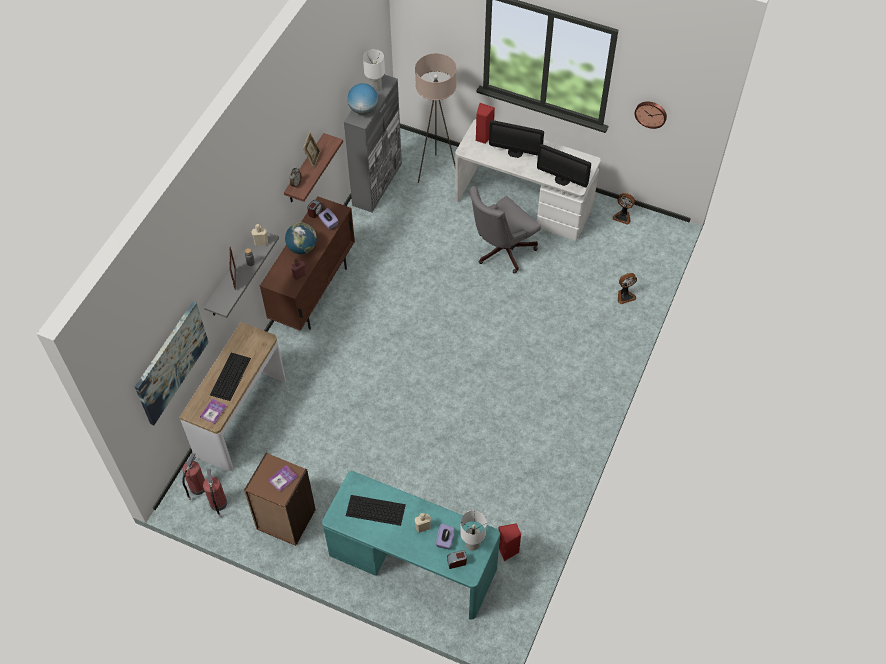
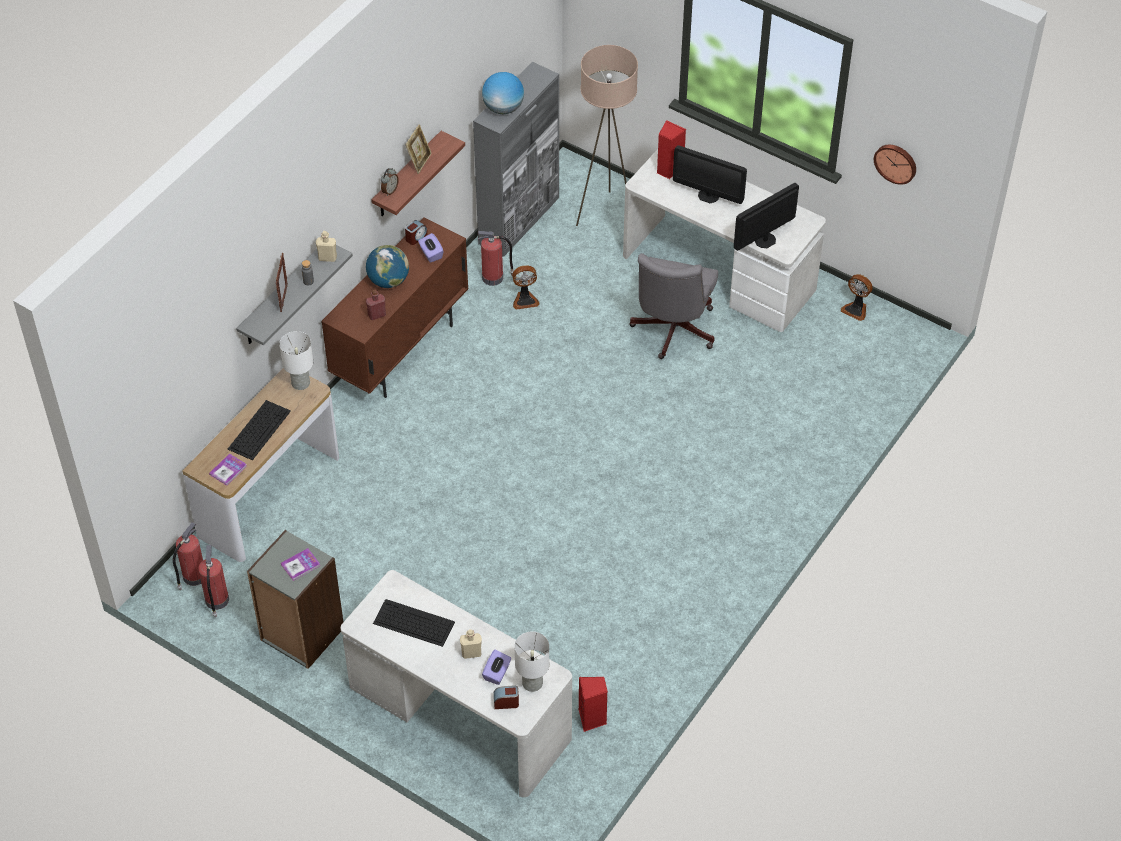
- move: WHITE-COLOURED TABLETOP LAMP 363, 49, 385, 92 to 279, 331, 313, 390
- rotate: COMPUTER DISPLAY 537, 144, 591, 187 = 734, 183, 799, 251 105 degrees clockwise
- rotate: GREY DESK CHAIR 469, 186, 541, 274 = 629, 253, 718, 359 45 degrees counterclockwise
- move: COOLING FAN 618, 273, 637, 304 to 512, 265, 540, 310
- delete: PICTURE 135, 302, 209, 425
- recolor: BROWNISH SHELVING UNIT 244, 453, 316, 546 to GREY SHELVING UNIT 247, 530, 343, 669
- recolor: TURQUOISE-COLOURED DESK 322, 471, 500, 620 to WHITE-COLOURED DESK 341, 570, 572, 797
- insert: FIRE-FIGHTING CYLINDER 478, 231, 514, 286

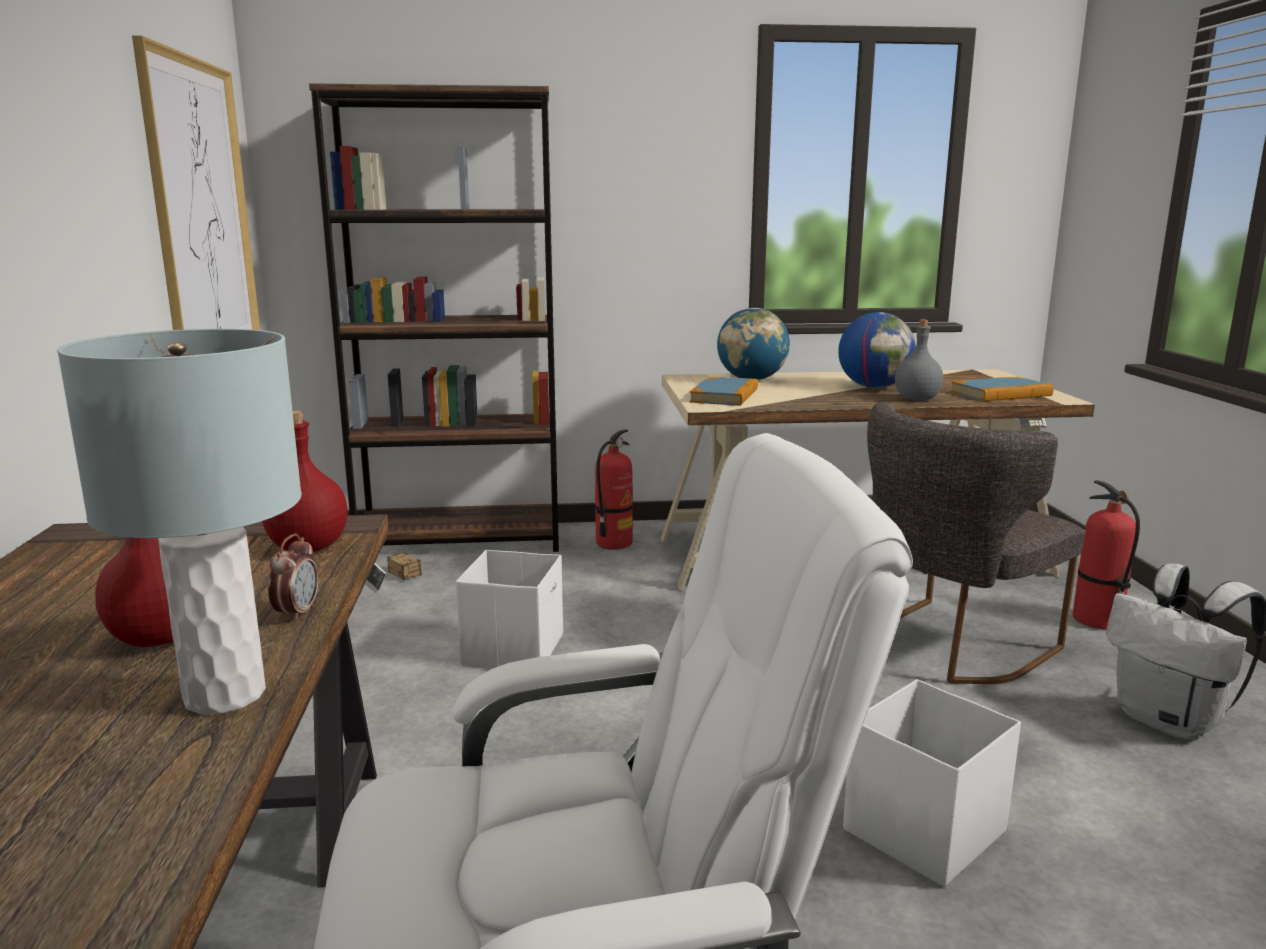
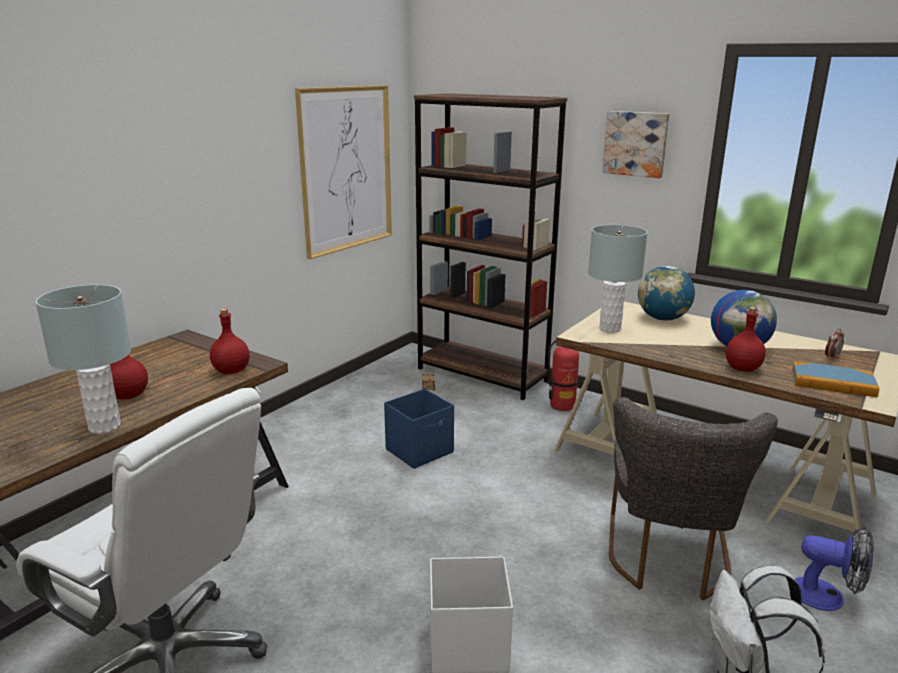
- recolor: GREY DRINK BOTTLE 895, 320, 943, 401 to REDDISH DRINK BOTTLE 726, 307, 766, 372
- replace: BOOK 689, 377, 758, 406 to GREY TABLETOP LAMP 588, 225, 648, 333
- rotate: GREY PLAIN CHAIR 867, 402, 1085, 684 = 609, 397, 778, 600 75 degrees counterclockwise
- replace: FIRE-FIGHTING CYLINDER 1073, 480, 1140, 629 to COOLING FAN 795, 526, 874, 611
- move: TABLE CLOCK 268, 534, 318, 622 to 825, 329, 844, 360
- recolor: WHITE-COLOURED STORAGE BOX 456, 550, 563, 669 to BLUE-COLOURED STORAGE BOX 384, 389, 454, 469
- insert: PICTURE 603, 111, 669, 178

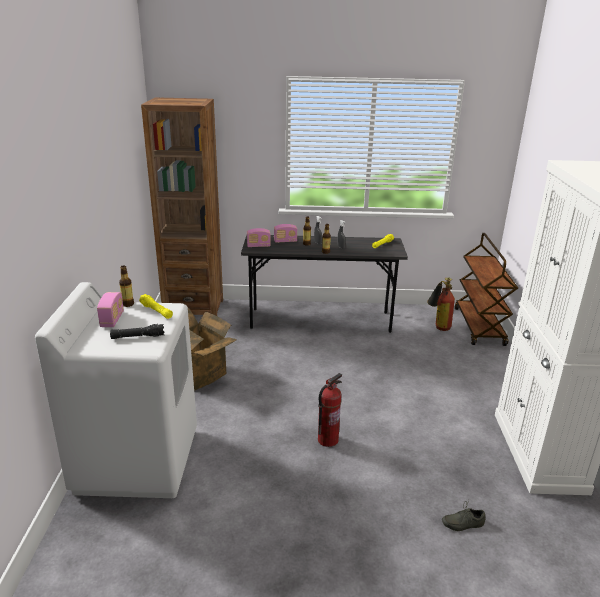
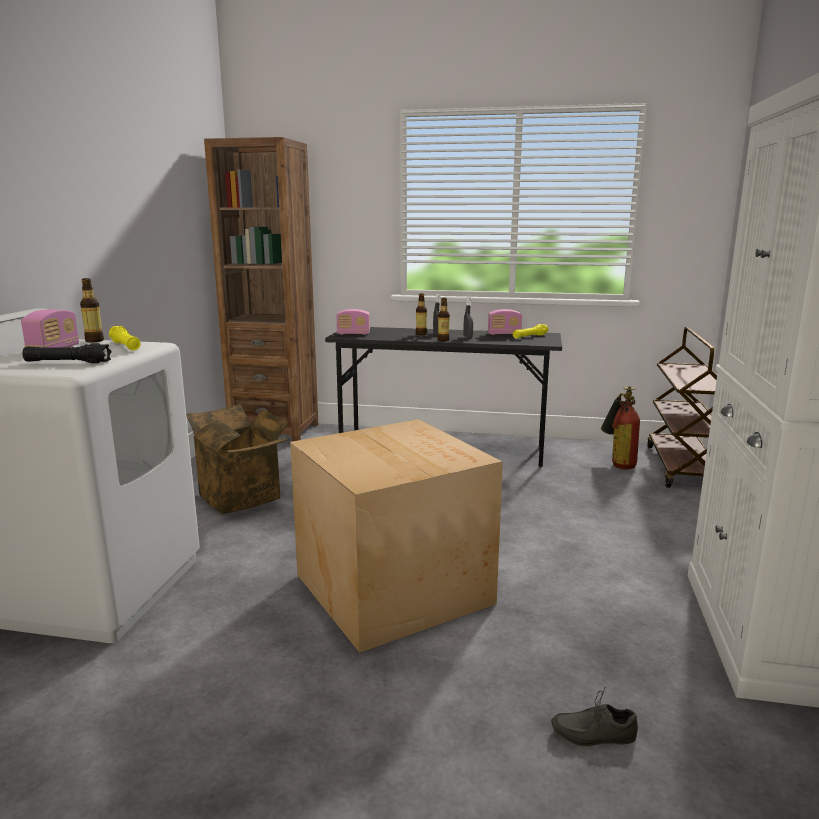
- move: RADIO SET 274, 224, 297, 243 to 488, 309, 522, 335
- replace: FIRE-FIGHTING CYLINDER 318, 373, 342, 447 to CARTON 290, 419, 503, 653

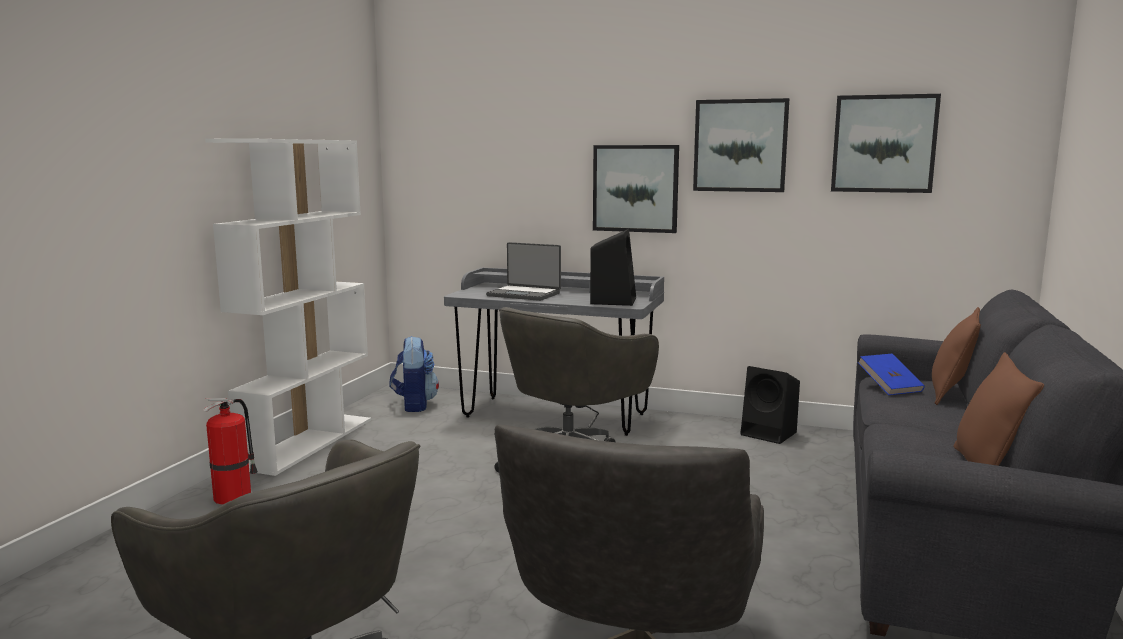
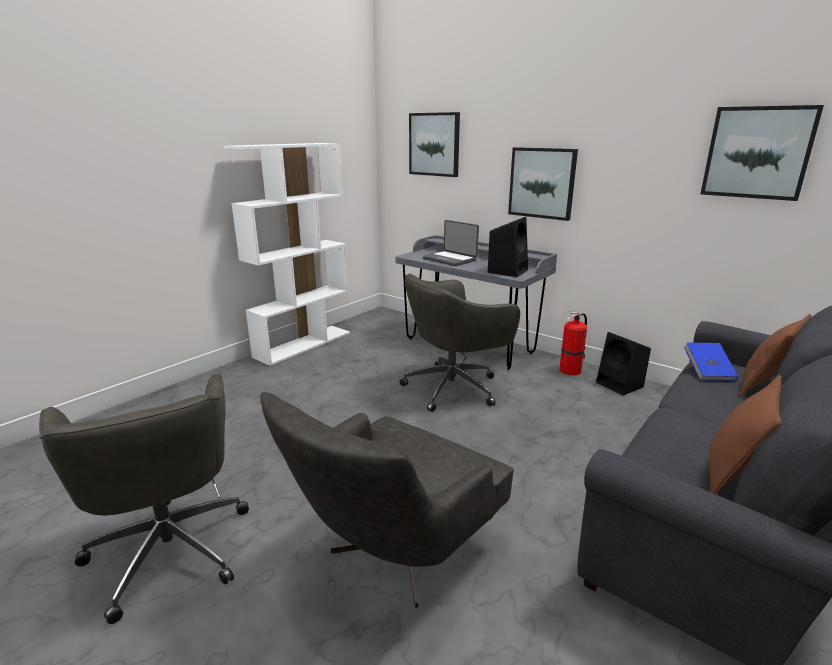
- move: PICTURE 693, 98, 789, 192 to 409, 112, 460, 177
- delete: BACKPACK 390, 336, 439, 412
- move: FIRE-FIGHTING CYLINDER 203, 398, 258, 505 to 559, 312, 587, 375

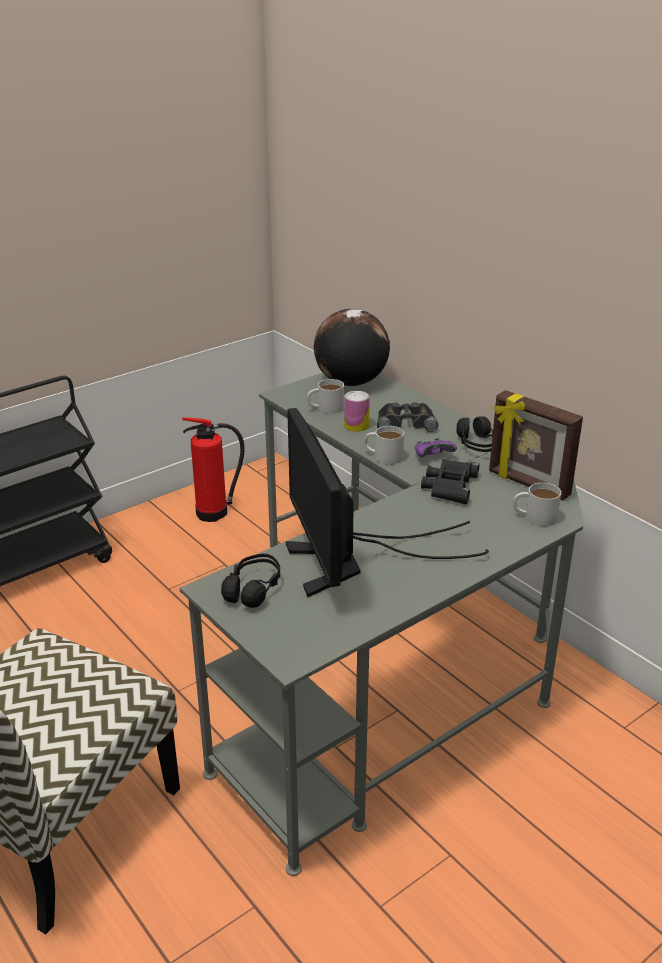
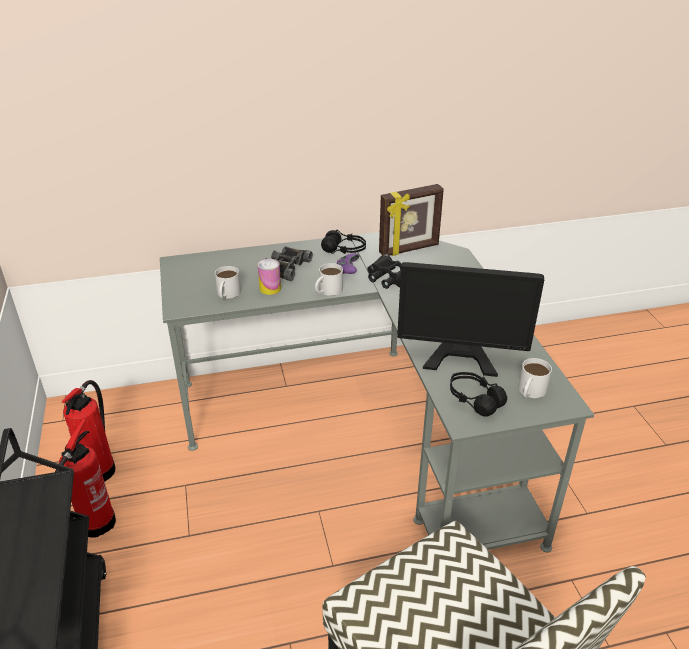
- delete: WORLD GLOBE 314, 309, 390, 386
- move: WHITE-COLOURED MUG 513, 483, 561, 526 to 518, 358, 552, 398
- insert: FIRE-FIGHTING CYLINDER 55, 419, 116, 538

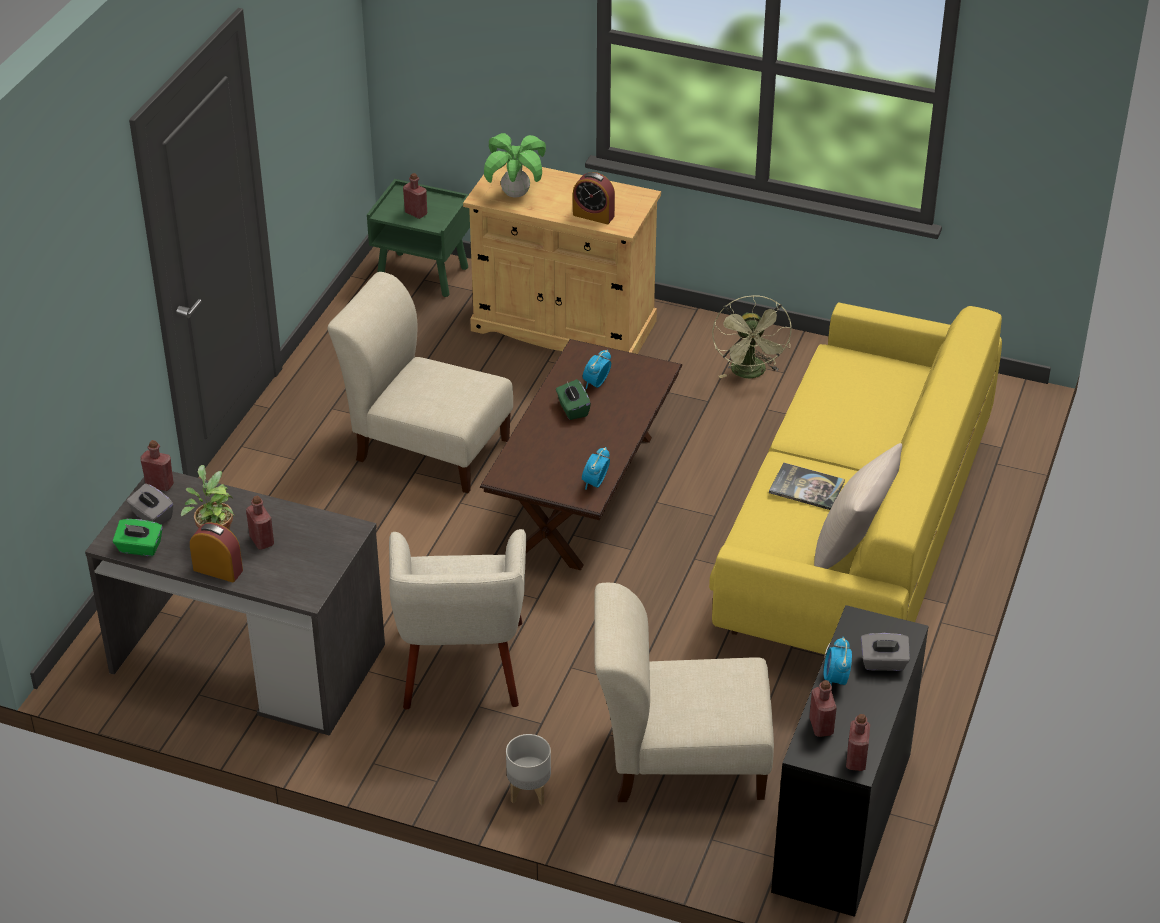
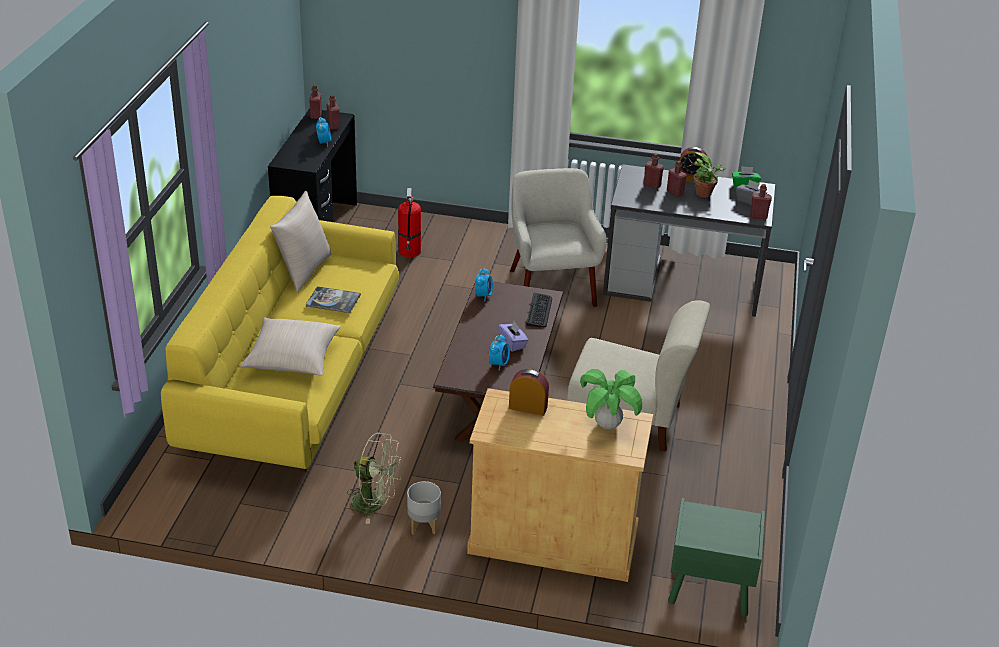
- move: REDDISH DRINK BOTTLE 403, 173, 427, 219 to 644, 153, 664, 189
- rotate: GREEN COOLING FAN 712, 295, 792, 378 = 347, 432, 402, 524 120 degrees clockwise
- recolor: GREEN BOX OF TISSUES 556, 379, 591, 420 to PURPLE-COLOURED BOX OF TISSUES 498, 321, 528, 352
- replace: BEIGE PLAIN CHAIR 595, 583, 774, 802 to FIRE-FIGHTING CYLINDER 398, 188, 421, 257
- delete: GREY BOX OF TISSUES 861, 633, 910, 671
- move: GREY PLANTER 506, 734, 551, 805 to 407, 481, 441, 535
- insert: COMPUTER KEYBOARD 526, 293, 552, 328
- insert: BEIGE PILLOW 240, 317, 341, 376

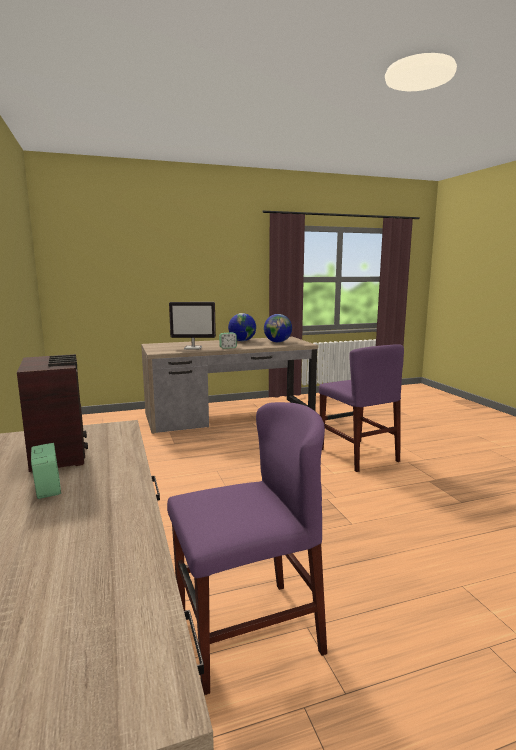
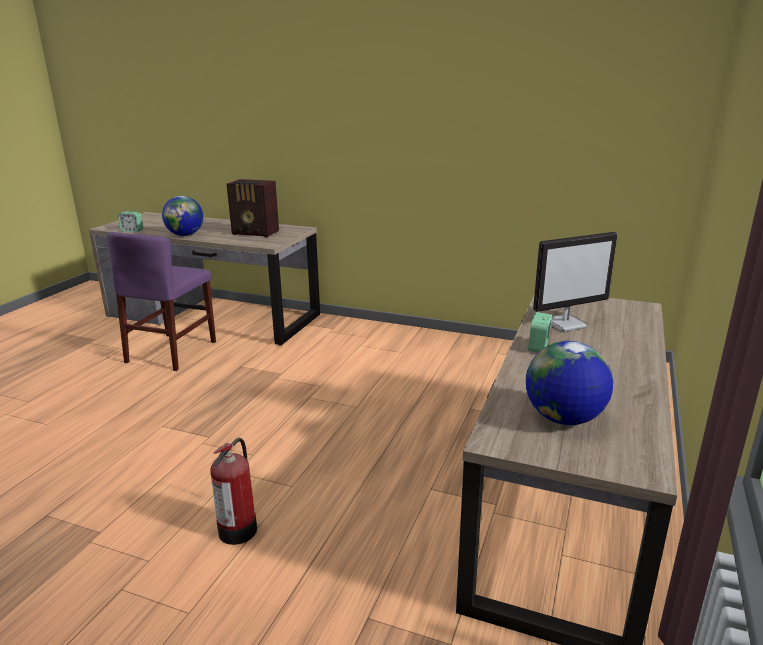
- rotate: COMPUTER DISPLAY 169, 302, 216, 350 = 533, 232, 618, 332 150 degrees counterclockwise
- move: WORLD GLOBE 228, 313, 256, 341 to 162, 196, 203, 236
- replace: PURPLE-COLOURED PLAIN CHAIR 319, 344, 404, 472 to FIRE-FIGHTING CYLINDER 210, 438, 257, 545
- move: TABLE CLOCK 31, 443, 61, 499 to 118, 211, 143, 232

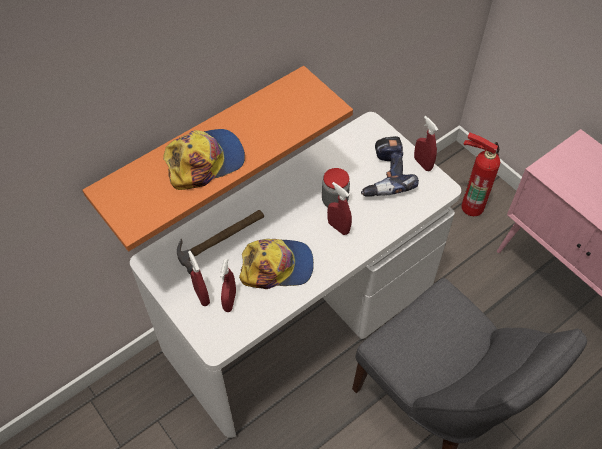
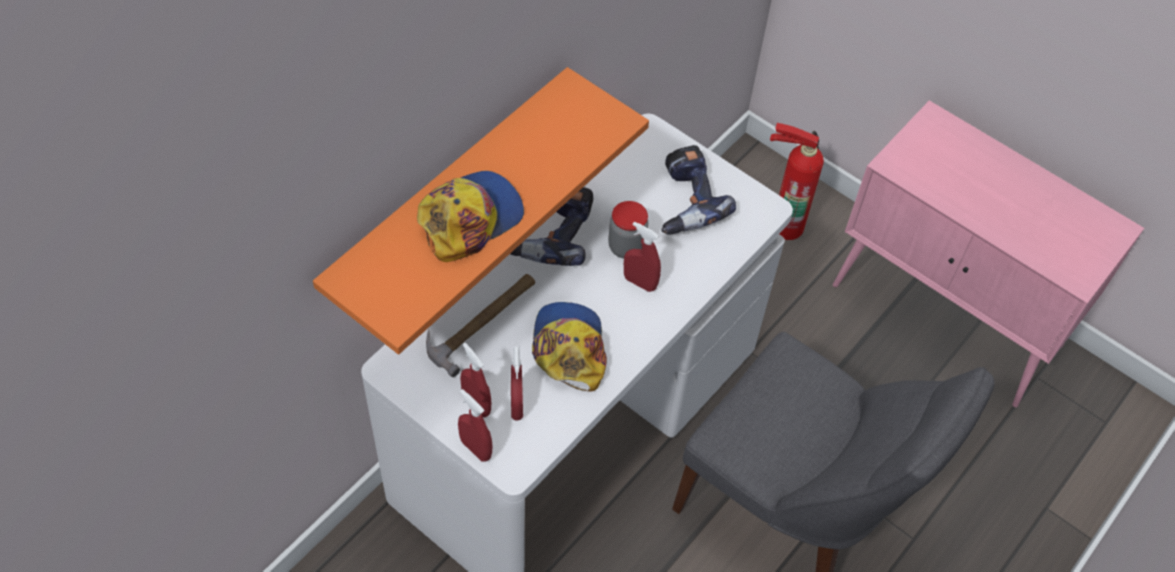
- move: REDDISH SPRAYER 414, 116, 438, 171 to 458, 389, 492, 462
- rotate: BASEBALL CAP 239, 239, 314, 289 = 532, 302, 607, 391 75 degrees counterclockwise
- insert: ELECTRIC DRILL 510, 187, 593, 266

